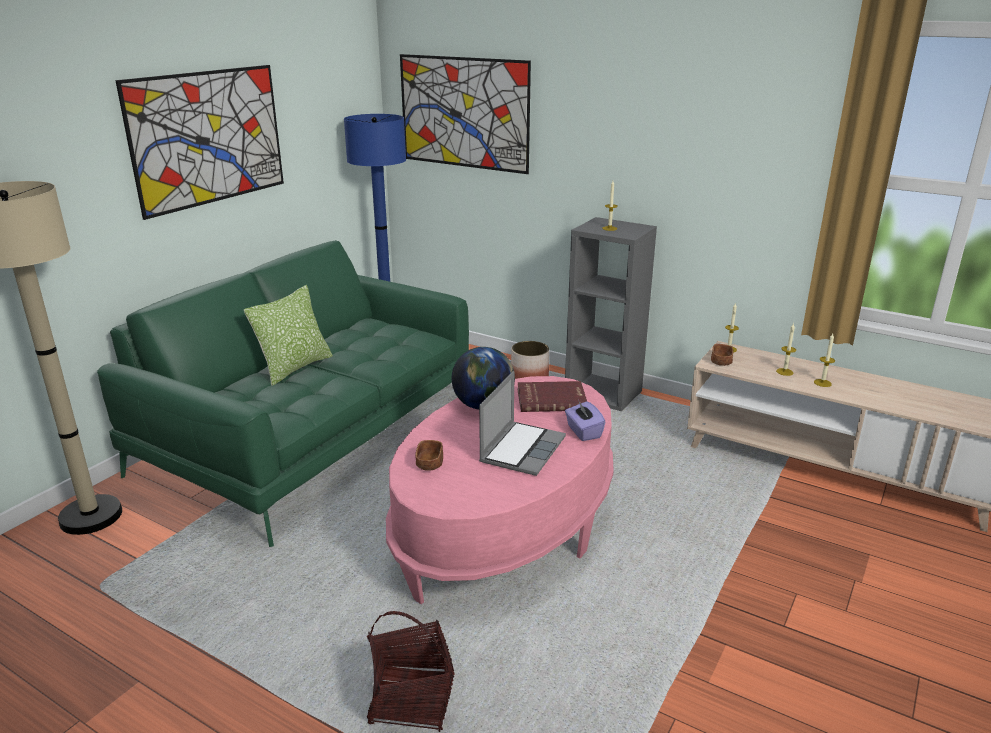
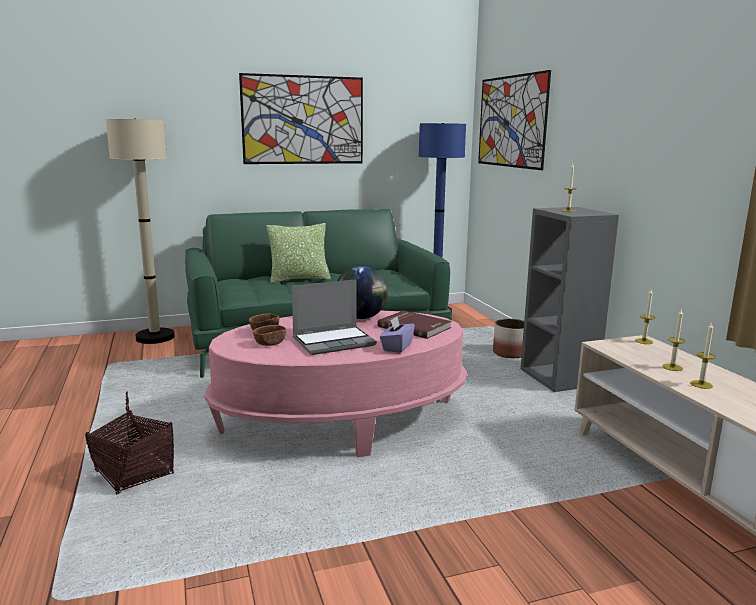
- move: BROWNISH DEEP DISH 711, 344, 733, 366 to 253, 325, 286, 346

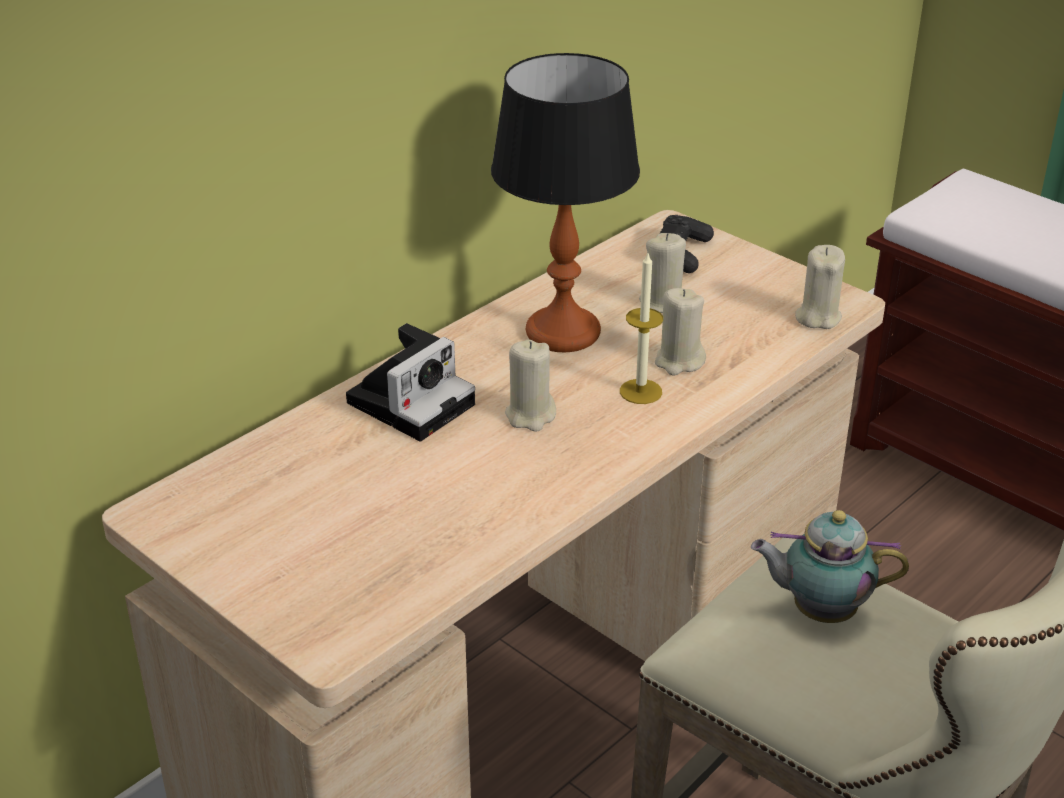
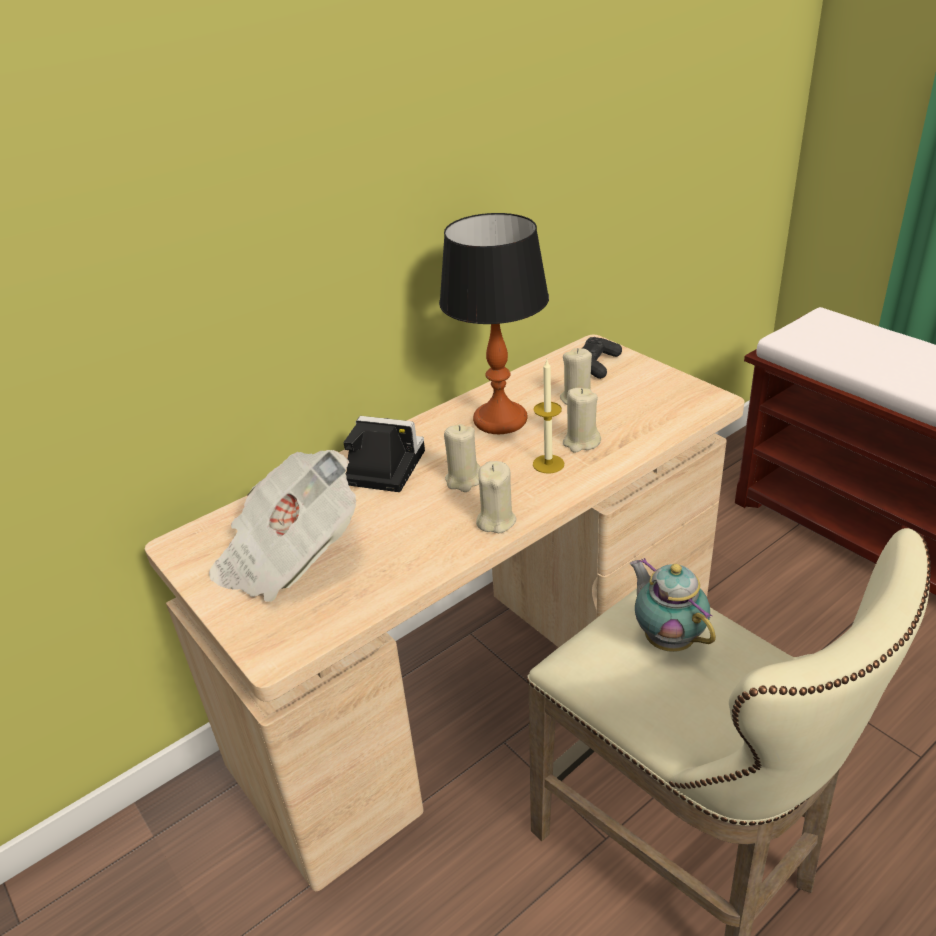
- move: BEIGE CANDLE 795, 245, 845, 329 to 476, 461, 517, 533
- rotate: PHOTO CAMERA 346, 323, 475, 441 = 344, 416, 425, 492 120 degrees counterclockwise
- rotate: TEAPOT 751, 510, 909, 623 = 630, 558, 716, 652 45 degrees clockwise
- insert: NEWSPAPER 209, 450, 356, 602

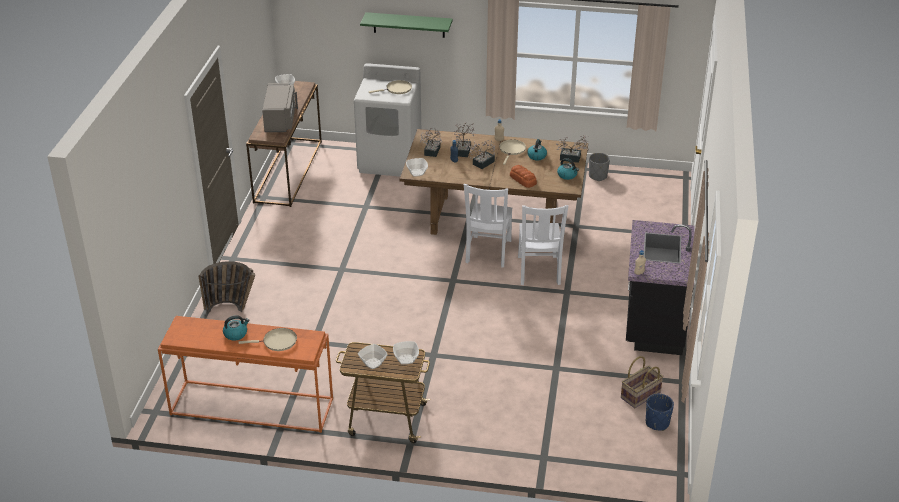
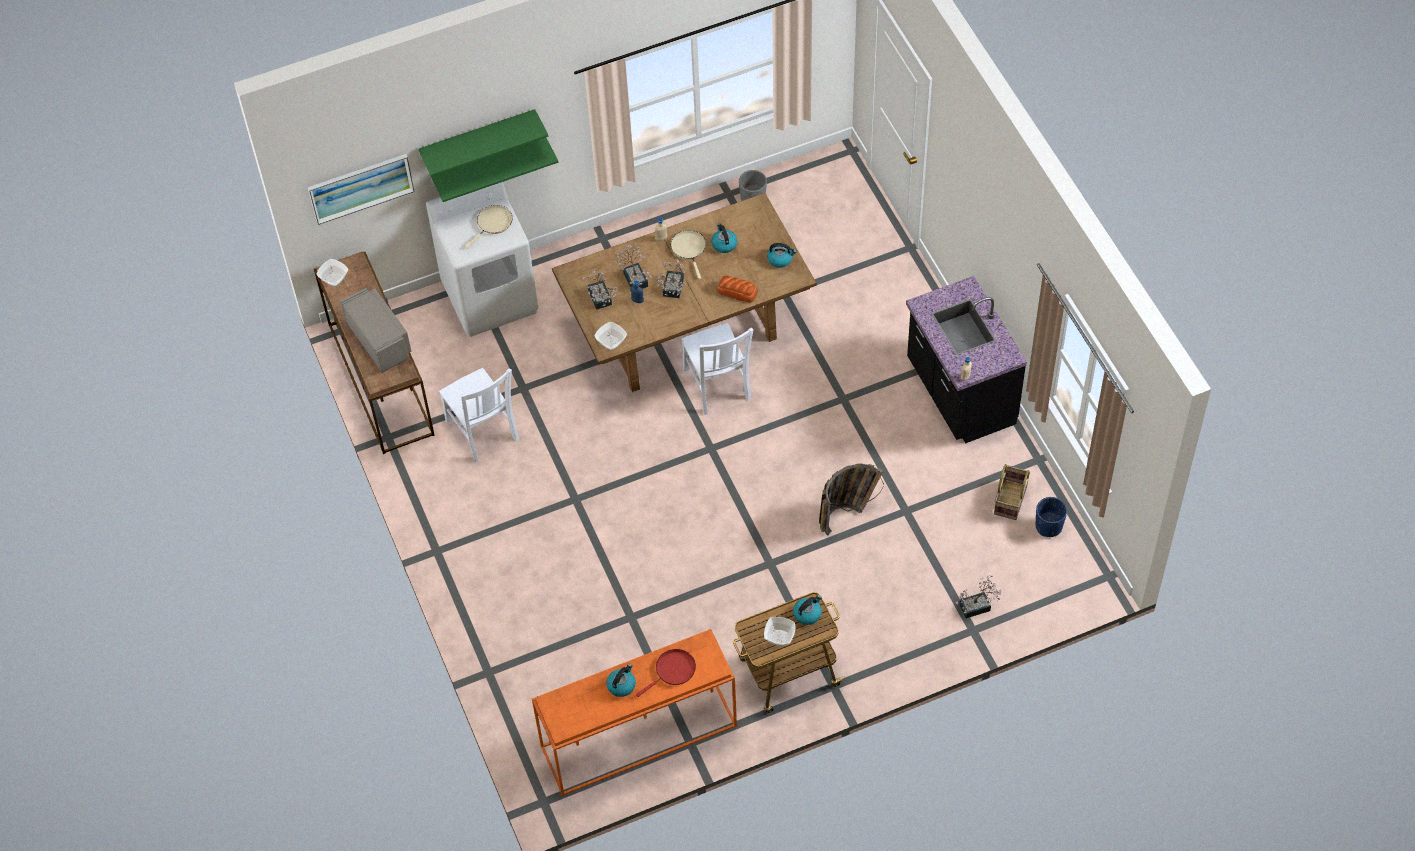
- move: POTTED PLANT 556, 135, 589, 163 to 956, 575, 1001, 618
- move: WHITE-COLOURED PLAIN CHAIR 518, 205, 568, 285 to 439, 368, 519, 463
- move: STORAGE BASKET 198, 261, 255, 314 to 819, 463, 884, 536
- recolor: BEIGE PAN 238, 328, 297, 351 to REDDISH PAN 636, 649, 696, 697
- replace: DEEP DISH 393, 341, 419, 365 to TEA KETTLE 793, 595, 822, 625
- insert: GREEN SHELF 431, 138, 558, 202
- insert: PICTURE 308, 154, 415, 225

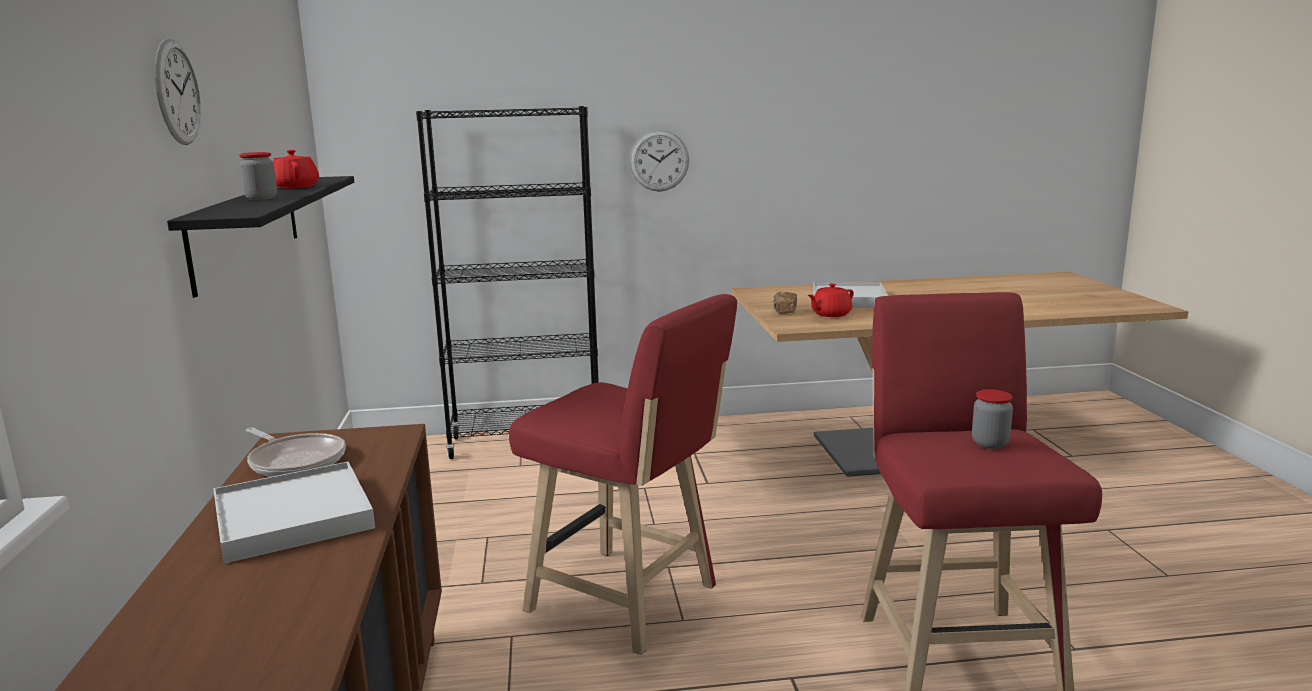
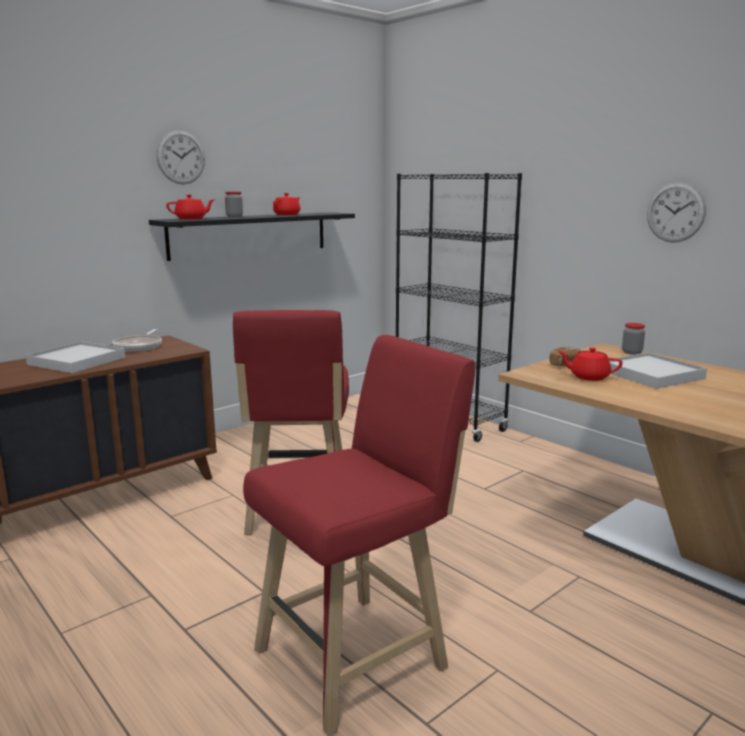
- move: CLOCK ON THE WALL 629, 130, 689, 191 to 647, 182, 706, 243
- move: STORAGE JAR 972, 389, 1013, 449 to 622, 323, 645, 355
- insert: REDDISH TEAPOT 166, 195, 215, 219

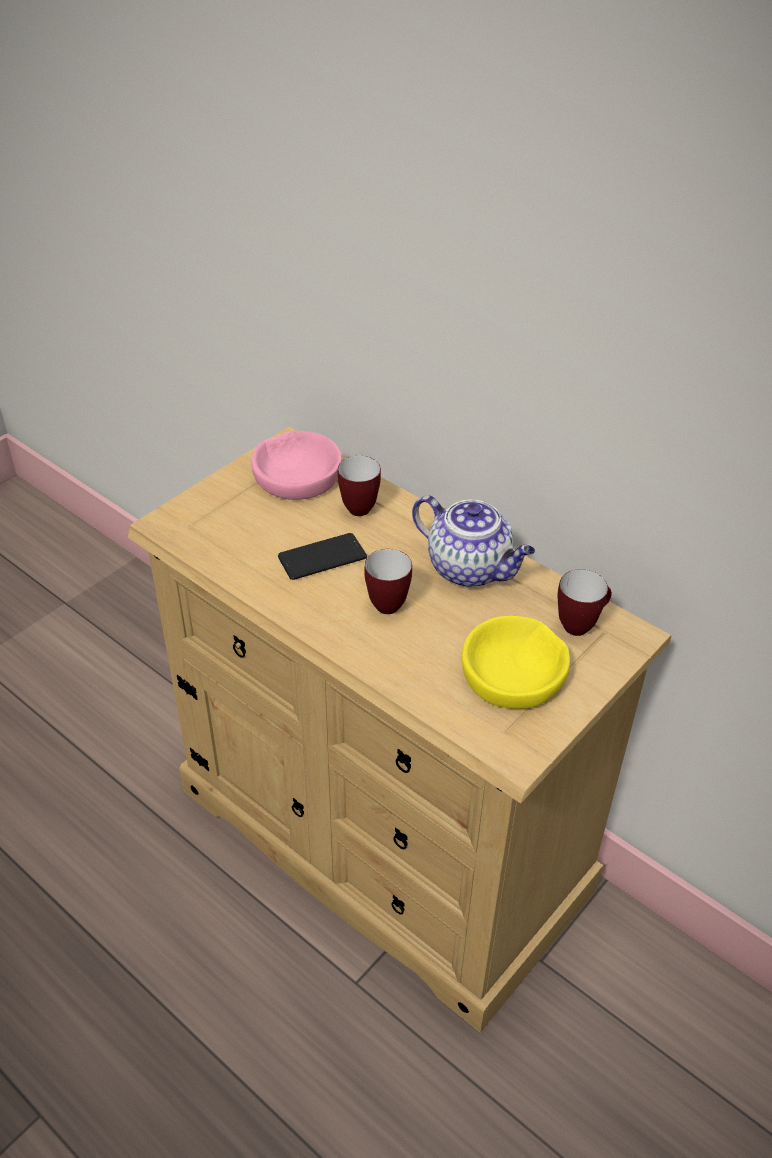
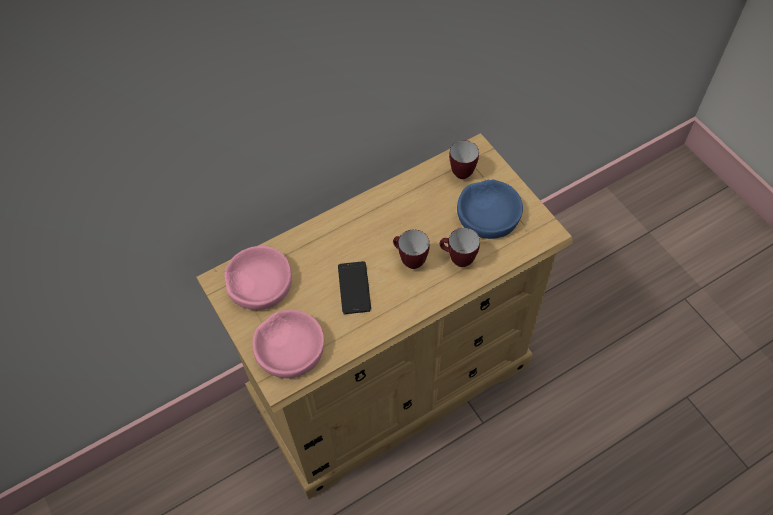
- move: MUG 338, 456, 381, 516 to 440, 228, 480, 267
- delete: TEAPOT 412, 495, 535, 587
- recolor: YELLOWISH DEEP DISH 462, 616, 570, 709 to BLUE-COLOURED DEEP DISH 457, 179, 523, 239
- insert: PINKISH DEEP DISH 252, 310, 324, 378

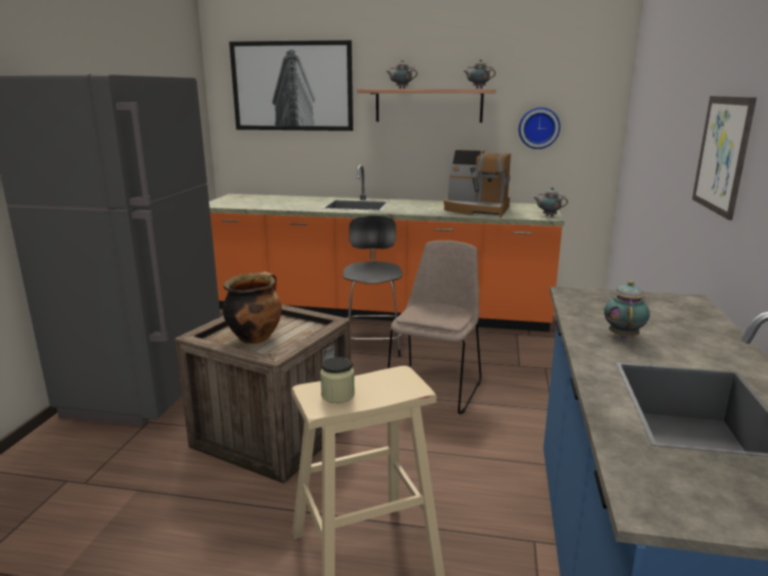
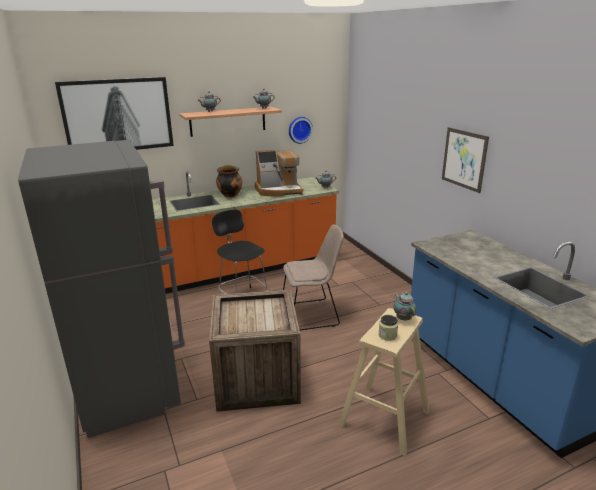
- rotate: BEIGE PLAIN CHAIR 388, 240, 481, 414 = 283, 224, 344, 330 90 degrees clockwise
- move: STOCKPOT 223, 272, 282, 344 to 216, 165, 242, 198
- move: TEAPOT 604, 281, 650, 339 to 394, 292, 416, 321

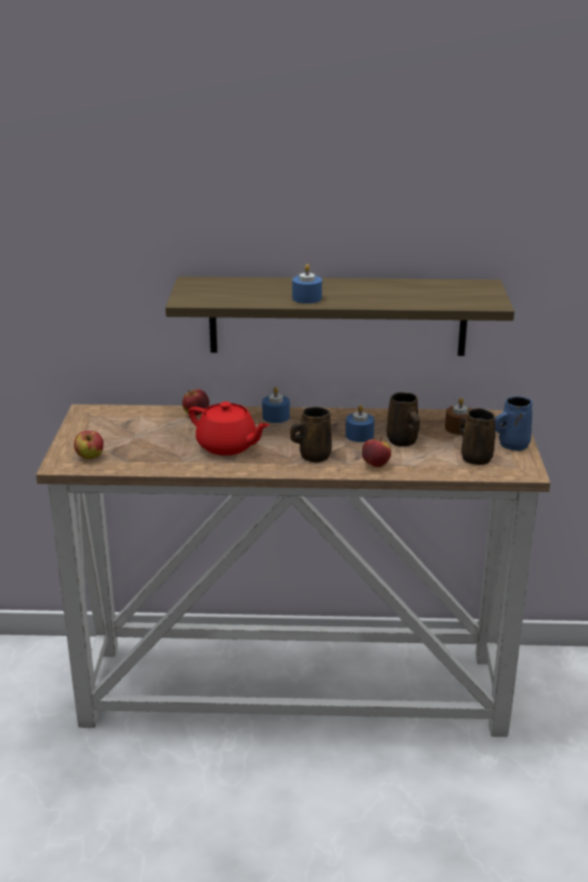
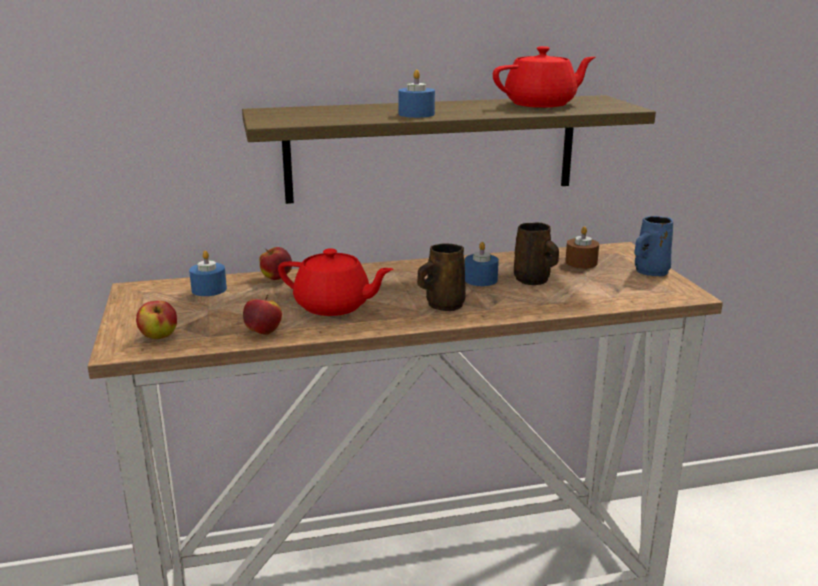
- move: BLUE-COLOURED CANDLE 262, 387, 290, 423 to 189, 250, 227, 296
- delete: BROWNISH MUG 459, 408, 496, 465
- move: WHOLE APPLE 362, 437, 391, 467 to 243, 295, 282, 335
- insert: REDDISH TEAPOT 493, 46, 595, 108

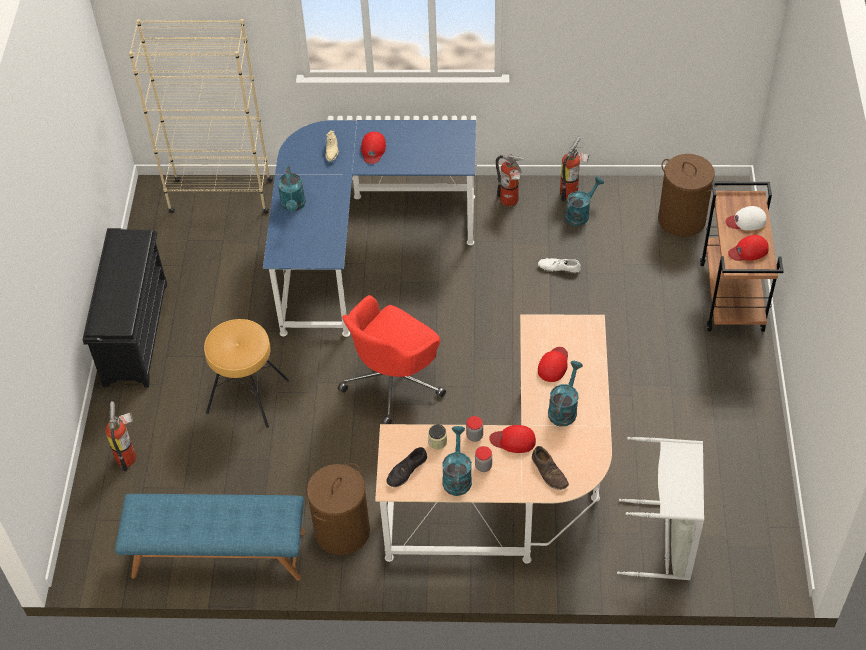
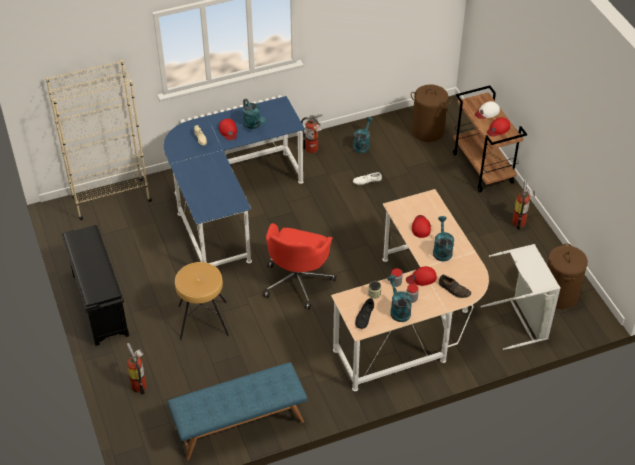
- move: FIRE-FIGHTING CYLINDER 560, 136, 590, 201 to 512, 179, 535, 229
- move: TURQUOISE-COLOURED SPRINKLING CAN 277, 166, 306, 211 to 242, 99, 266, 129
- move: BROWNISH LAUNDRY BASKET 307, 463, 370, 555 to 547, 243, 588, 309

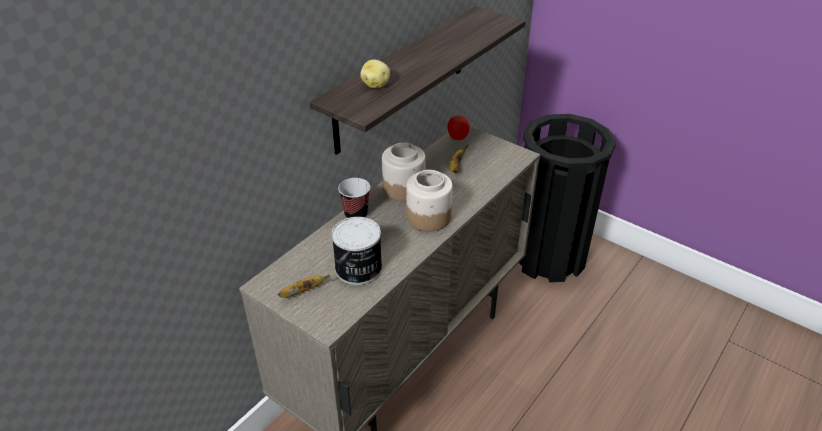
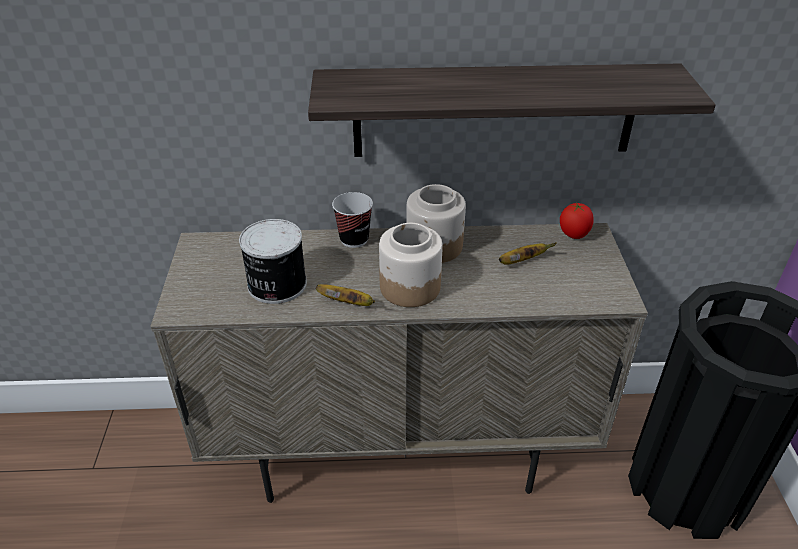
- delete: SPUD 360, 59, 390, 88
- move: BANANA 278, 275, 330, 298 to 316, 284, 375, 306

